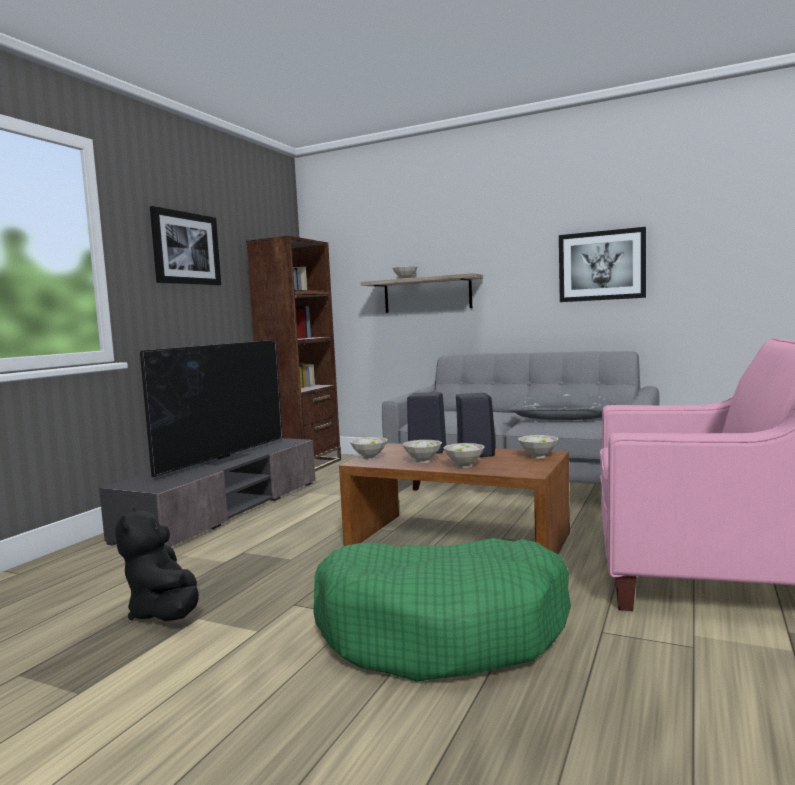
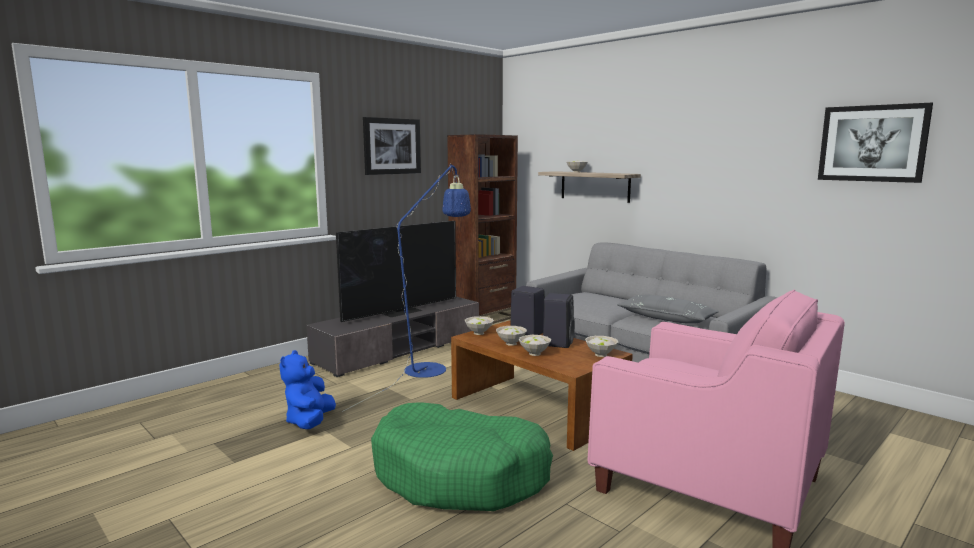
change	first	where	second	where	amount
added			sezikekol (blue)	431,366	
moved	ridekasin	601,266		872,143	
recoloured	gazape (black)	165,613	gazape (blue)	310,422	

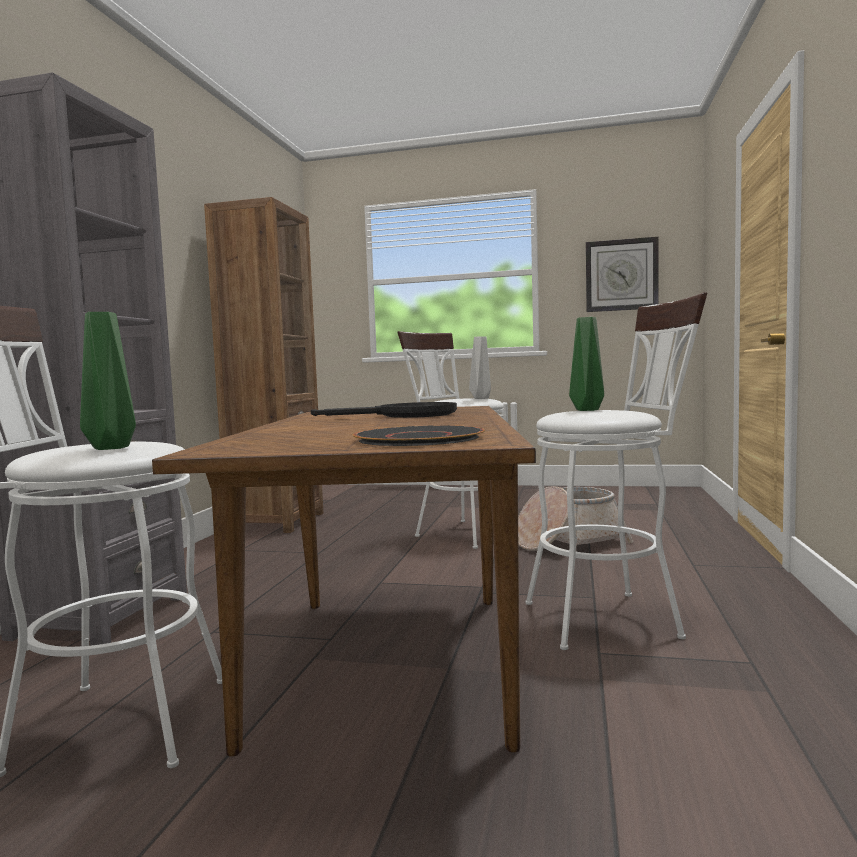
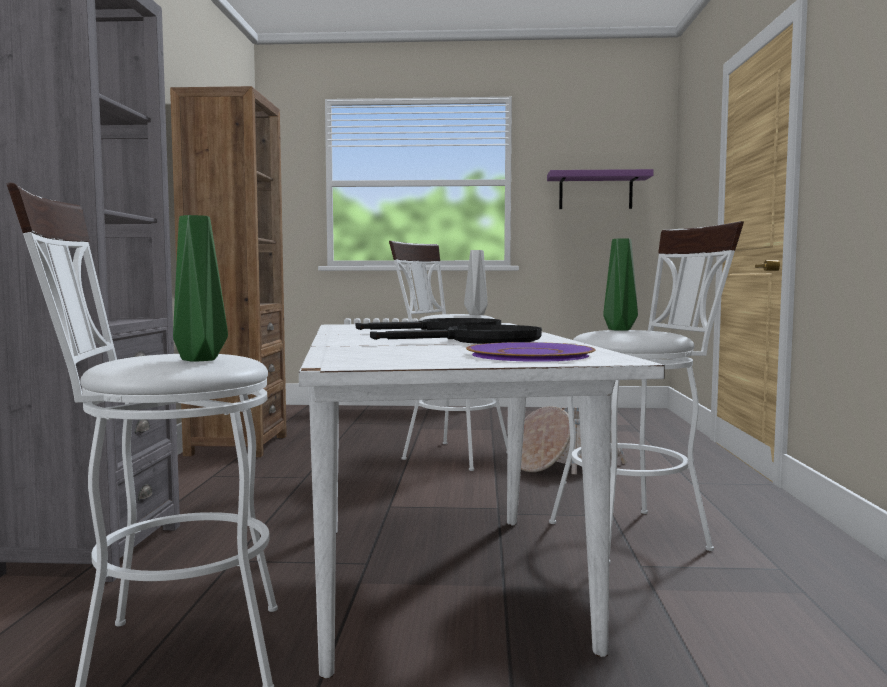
change	first	where	second	where	amount
added			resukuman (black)	481,341	
replaced	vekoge	621,275	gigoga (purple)	595,191	
recoloured	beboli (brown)	390,661	beboli (white)	441,582	
recoloured	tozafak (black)	419,438	tozafak (purple)	530,354	

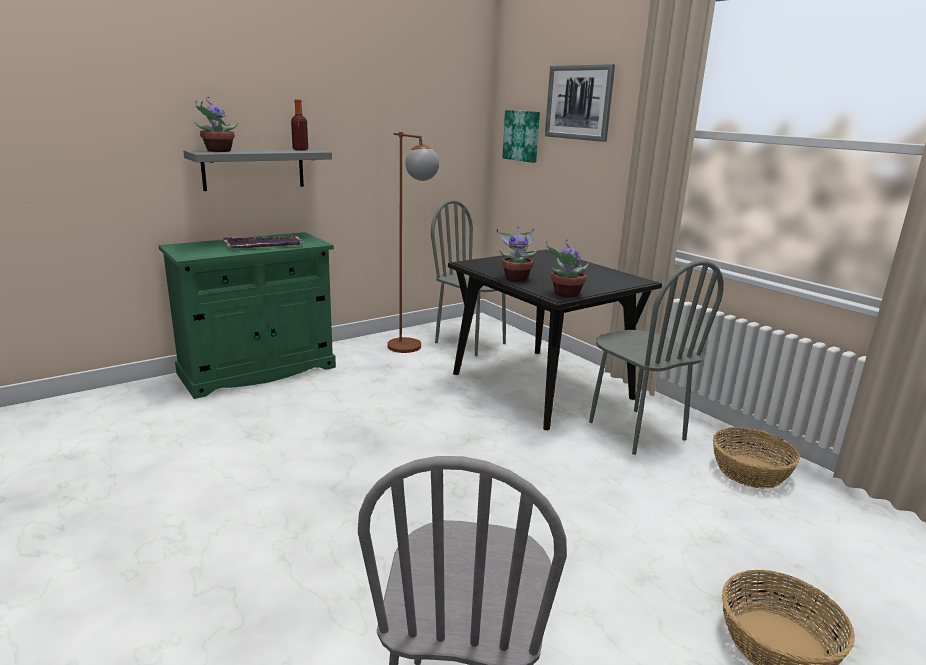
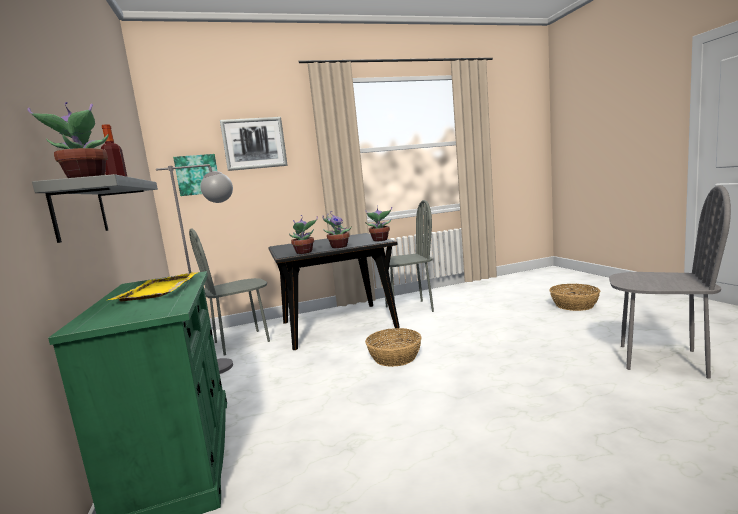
change	first	where	second	where	amount
added			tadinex	304,252	
moved	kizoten	750,471		395,357	
recoloured	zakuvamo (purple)	263,244	zakuvamo (yellow)	158,290	
recoloured	sezikekol (brown)	410,350	sezikekol (grey)	228,365	

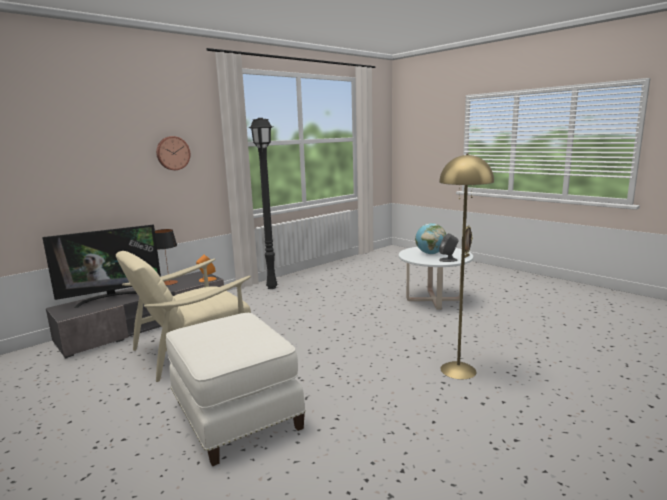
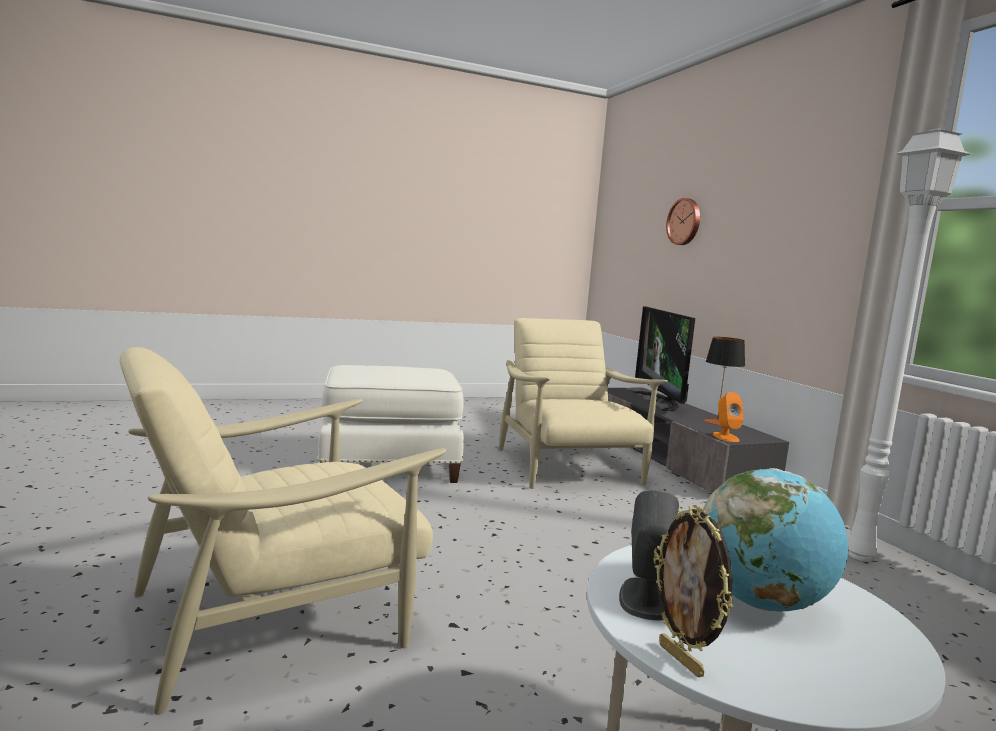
change	first	where	second	where	amount
moved	vekoge	172,153		685,222	
replaced	sezikekol (yellow)	458,370	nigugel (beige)	276,615	
recoloured	sezikekol (black)	272,287	sezikekol (white)	862,556	

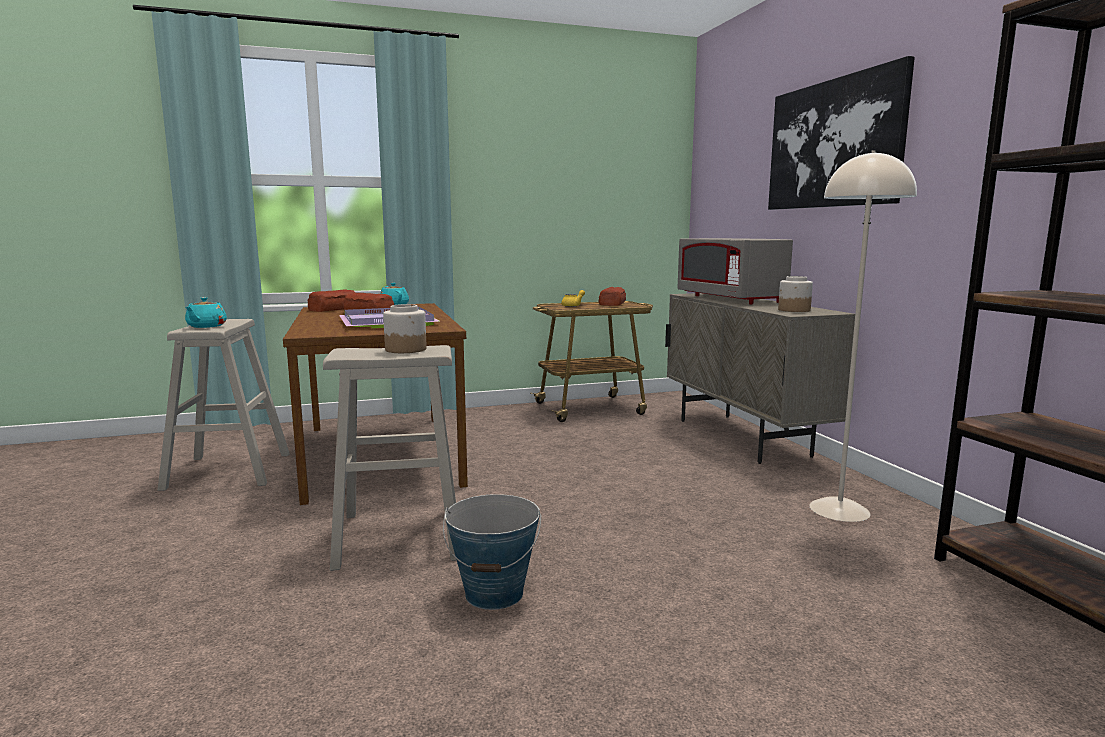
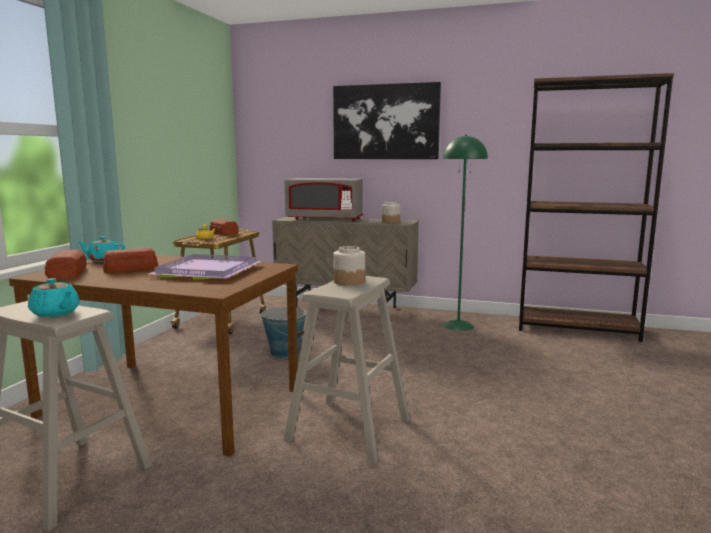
change	first	where	second	where	amount
moved	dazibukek	494,593		285,353	
recoloured	sezikekol (beige)	840,510	sezikekol (green)	458,326	

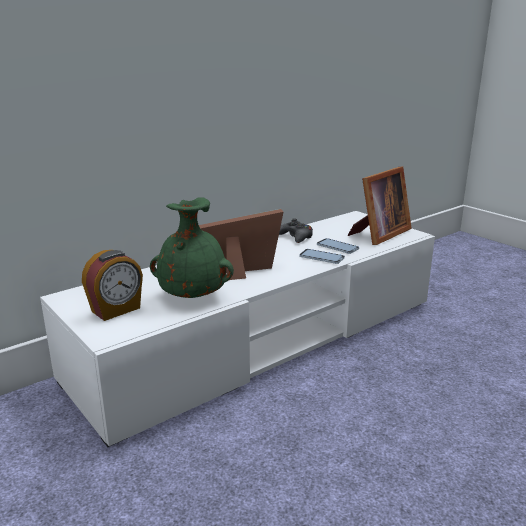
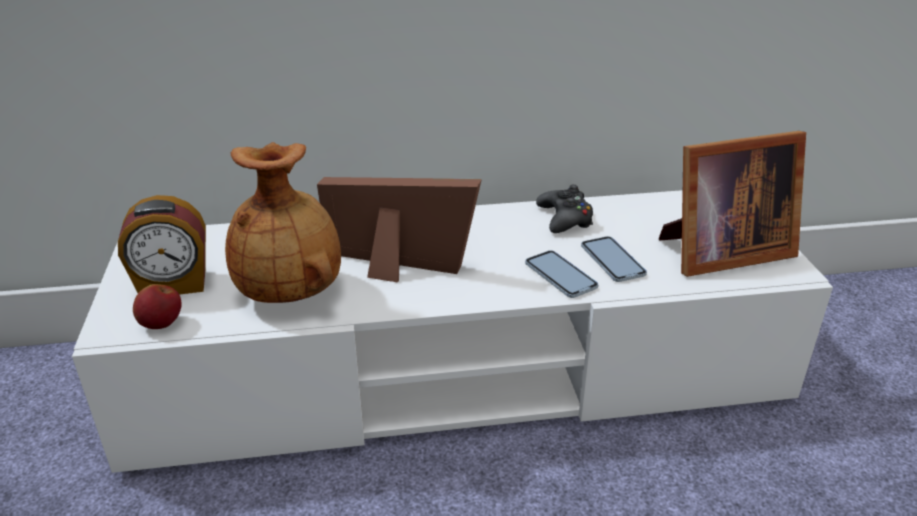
change	first	where	second	where	amount
added			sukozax	161,324	
recoloured	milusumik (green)	193,295	milusumik (brown)	291,292	

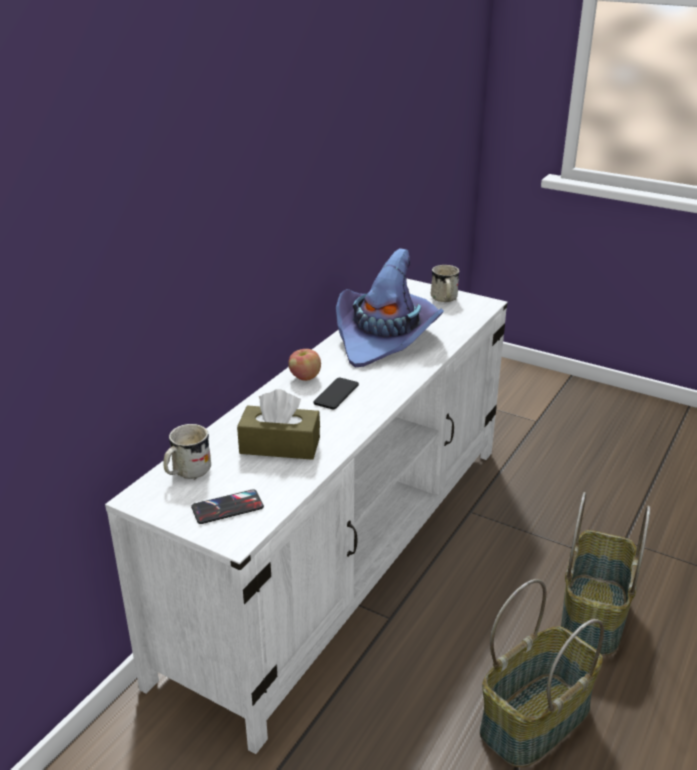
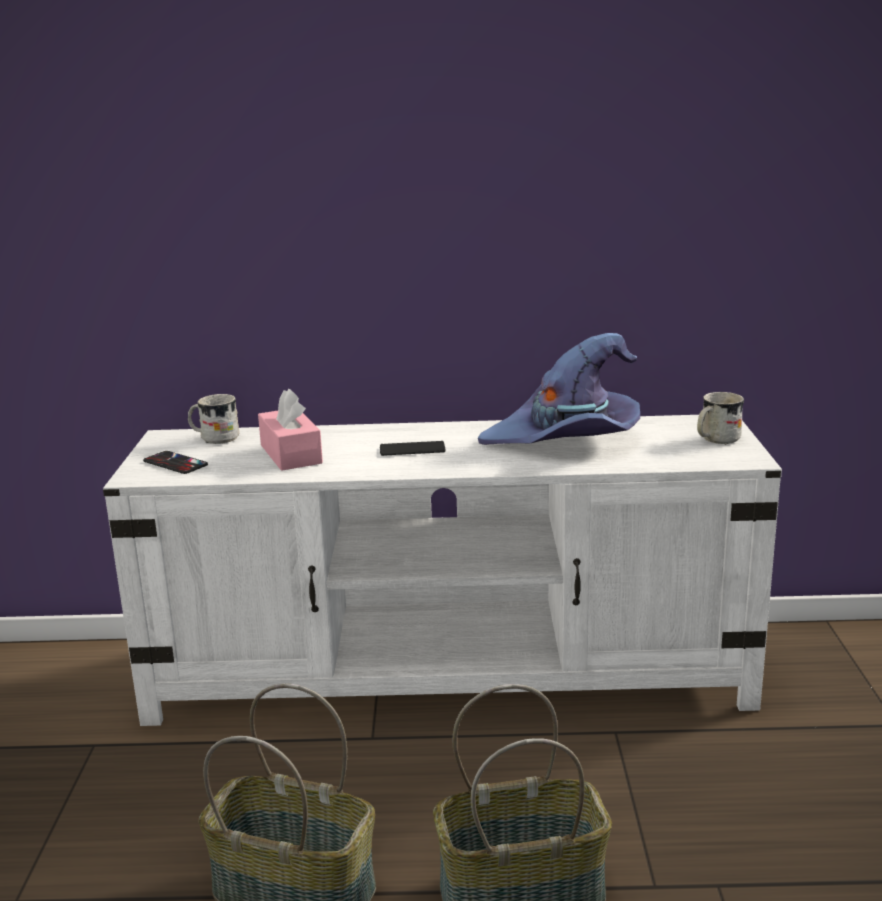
change	first	where	second	where	amount
removed	sukozax	305,377			
recoloured	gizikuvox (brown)	280,445	gizikuvox (pink)	291,454	

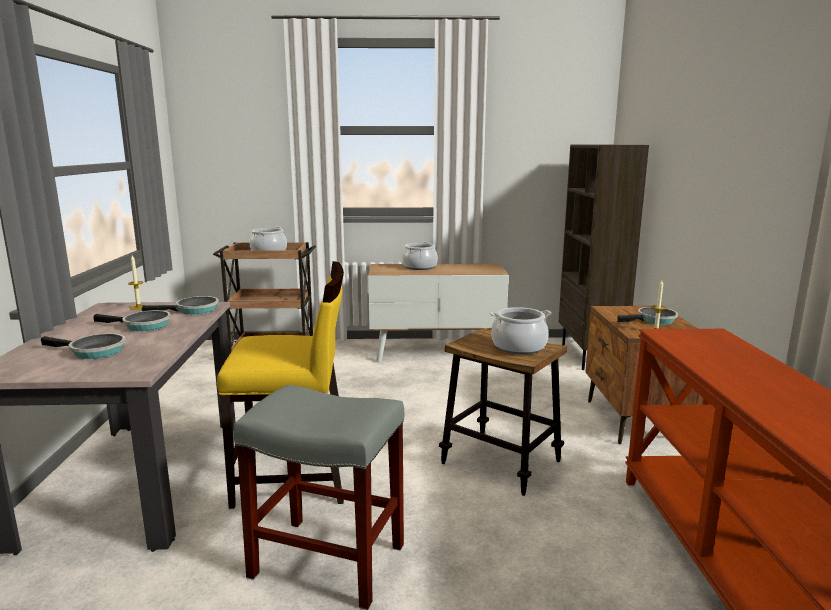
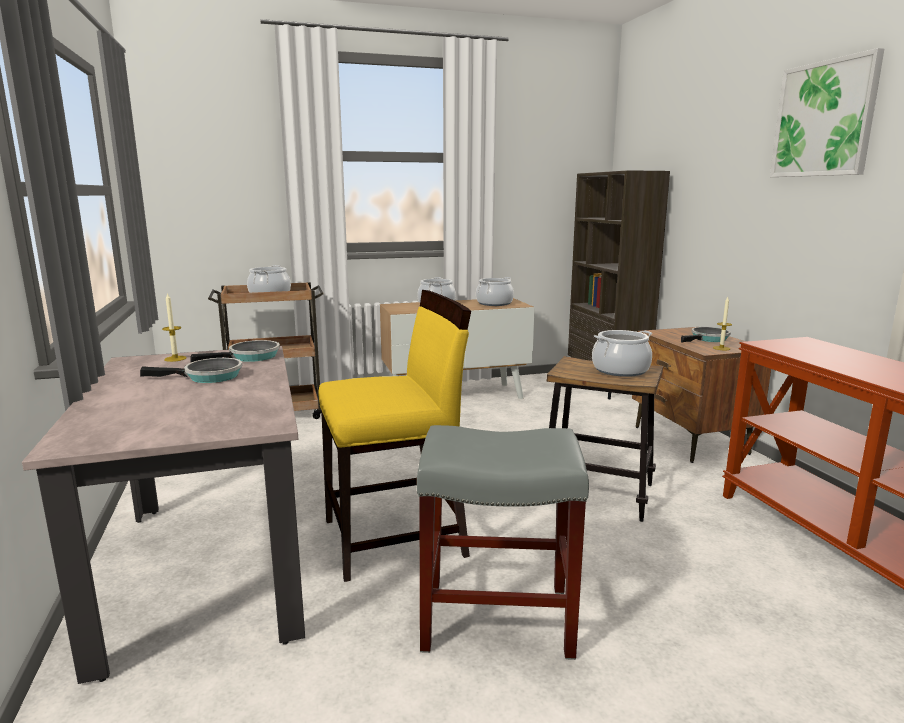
change	first	where	second	where	amount
removed	resukuman	94,352			
added			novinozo	494,303	
added			ridekasin	824,119	

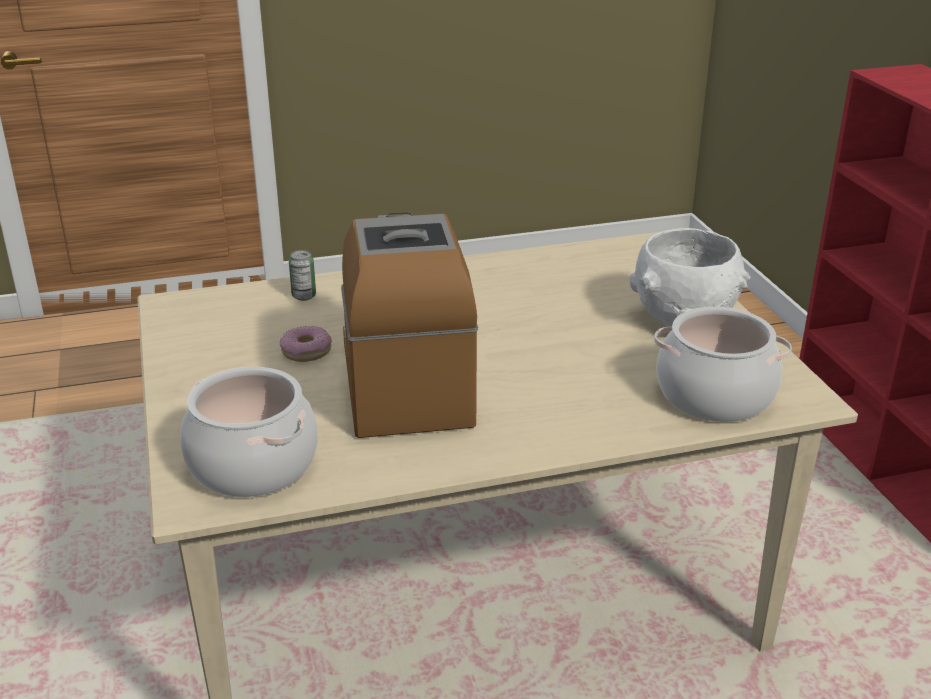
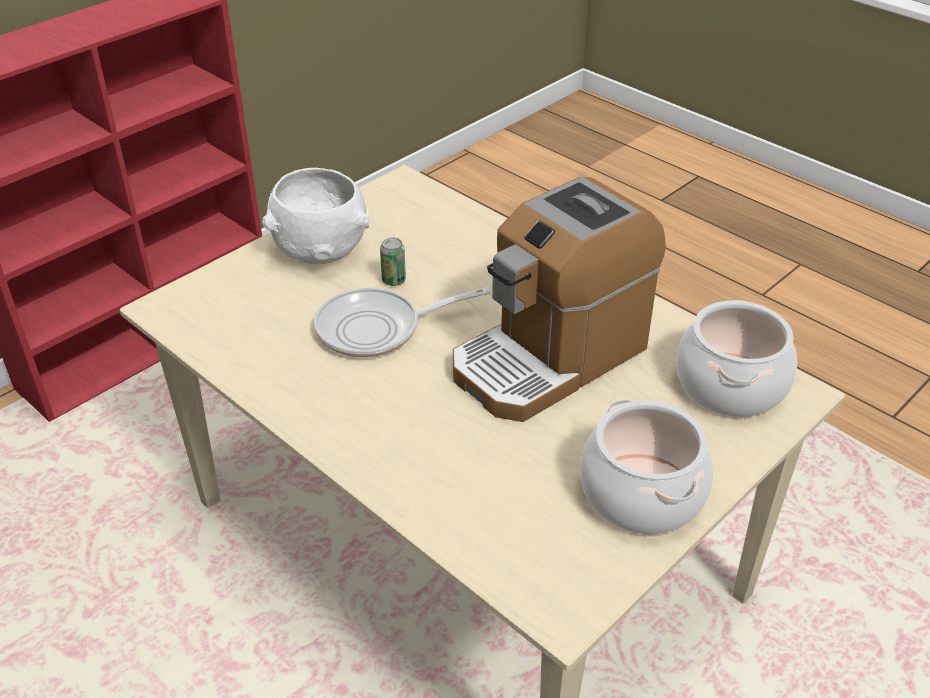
change	first	where	second	where	amount
removed	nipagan	306,351			
added			resukuman	378,329	
moved	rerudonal	304,296		393,280	
moved	novinozo	714,396		643,494	

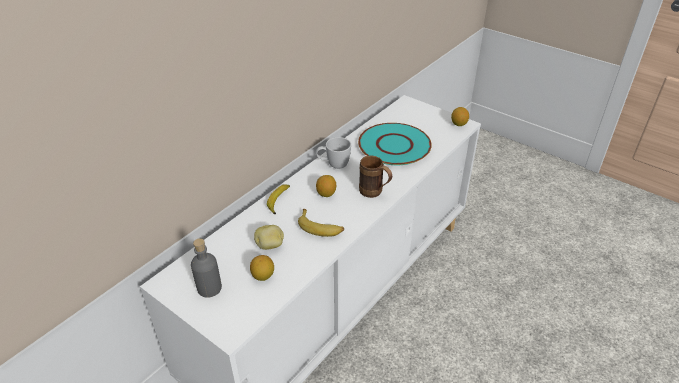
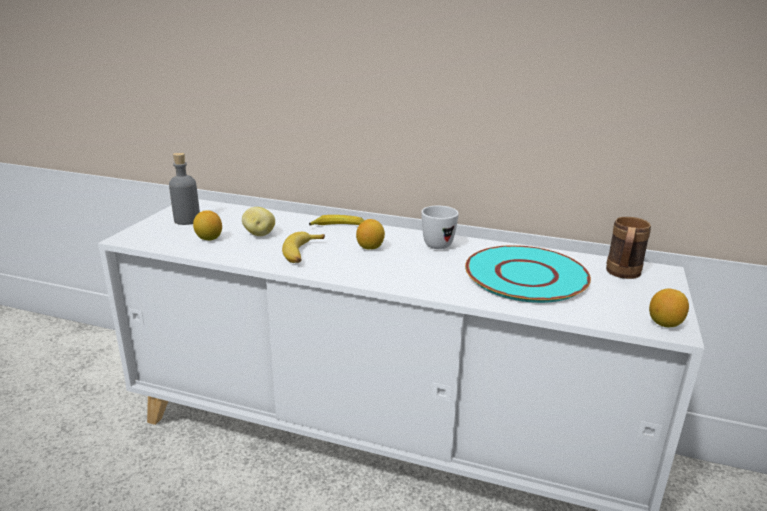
change	first	where	second	where	amount
moved	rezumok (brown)	375,193		622,275	

